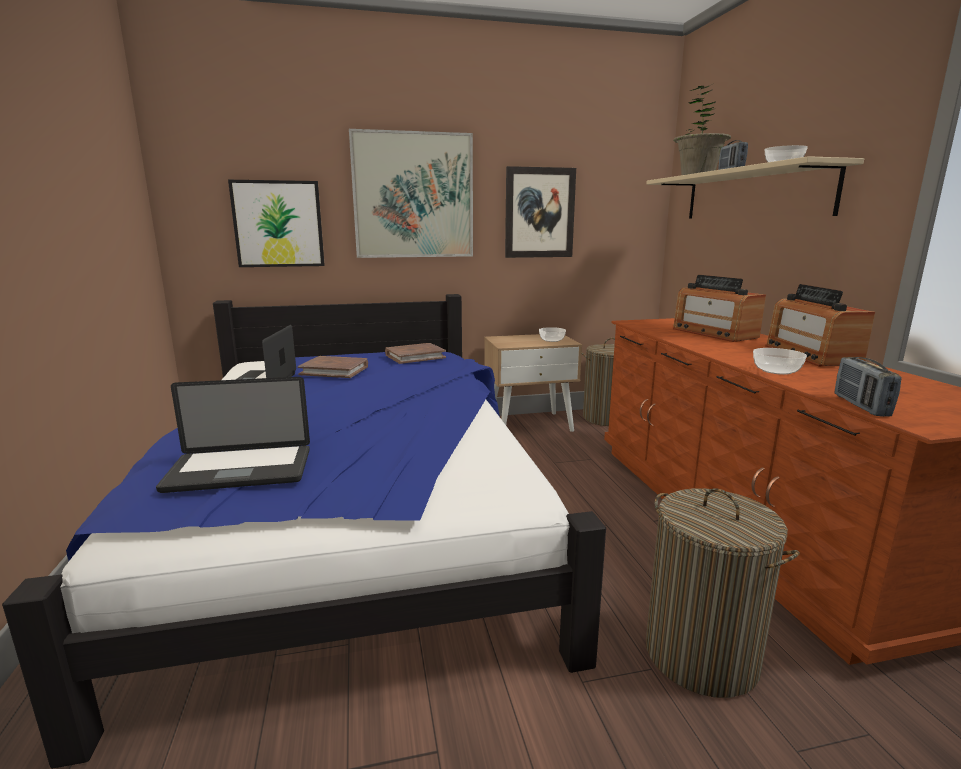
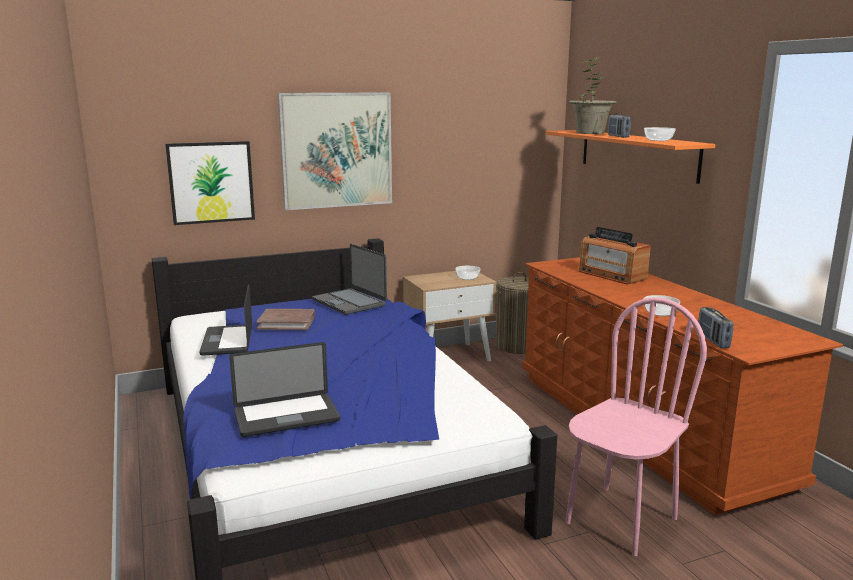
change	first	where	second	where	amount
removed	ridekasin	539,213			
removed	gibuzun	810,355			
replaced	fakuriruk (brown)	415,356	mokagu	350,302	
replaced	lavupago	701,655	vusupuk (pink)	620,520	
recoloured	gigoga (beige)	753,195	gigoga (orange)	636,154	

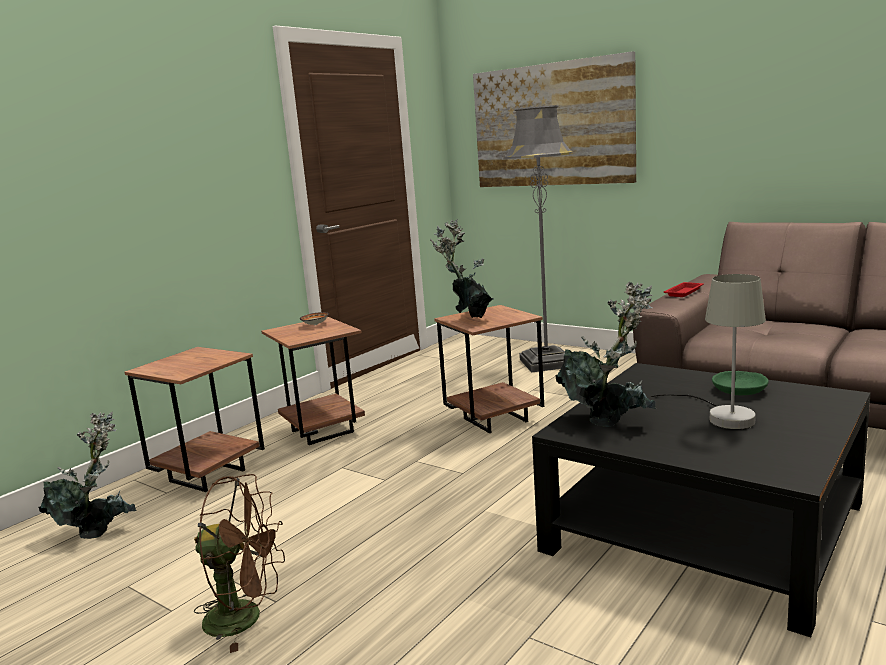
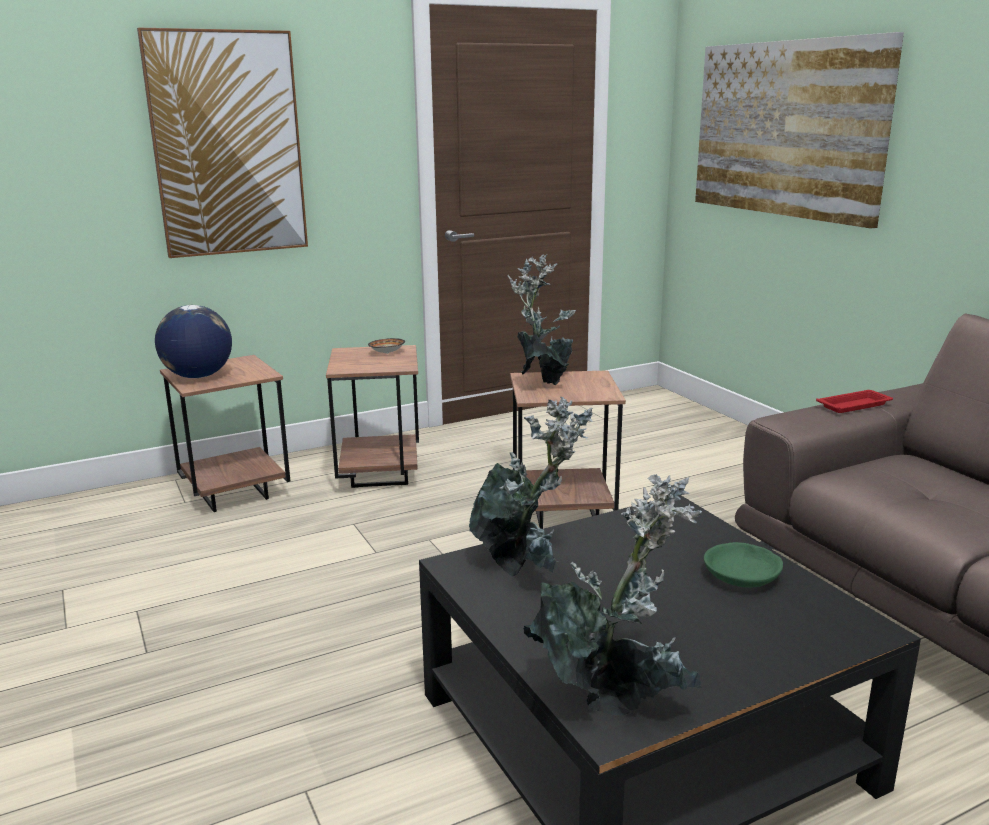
change	first	where	second	where	amount
removed	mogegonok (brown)	246,618			
removed	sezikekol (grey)	547,363			
removed	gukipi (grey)	722,416			
added			ridekasin	227,144	
added			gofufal	198,376	
moved	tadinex	97,530		615,696	

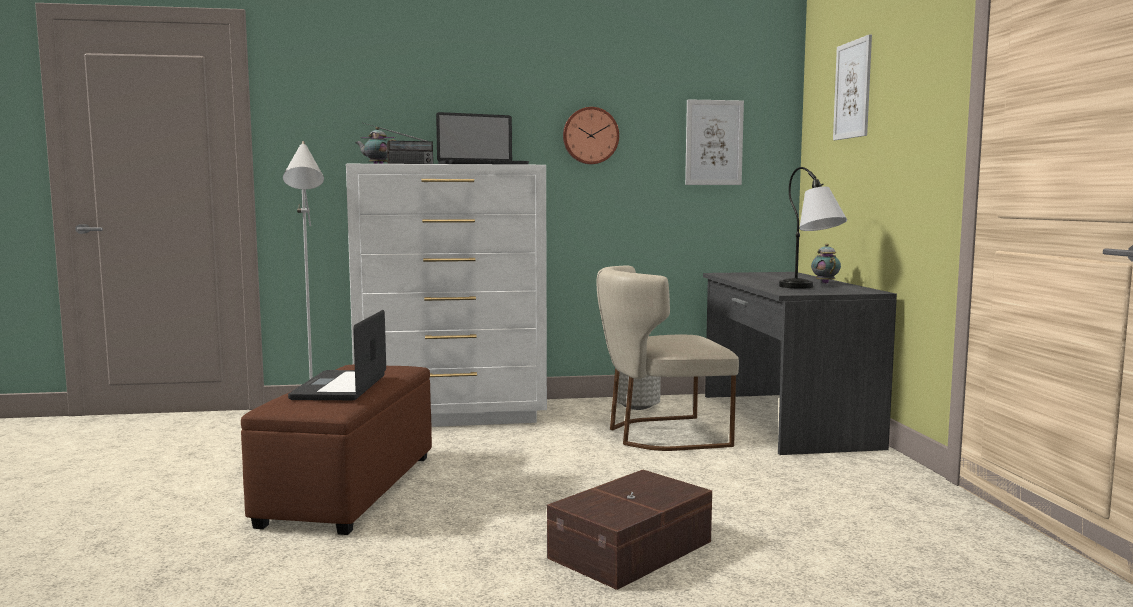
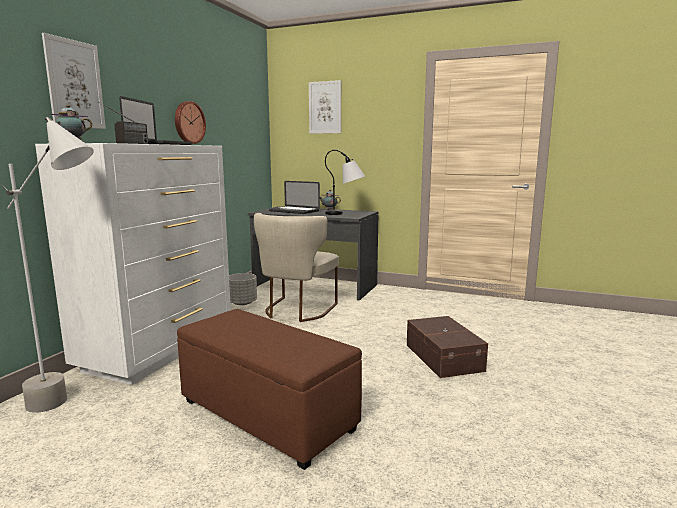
change	first	where	second	where	amount
moved	mokagu	340,387		294,211	
moved	ridekasin	714,142		75,84	

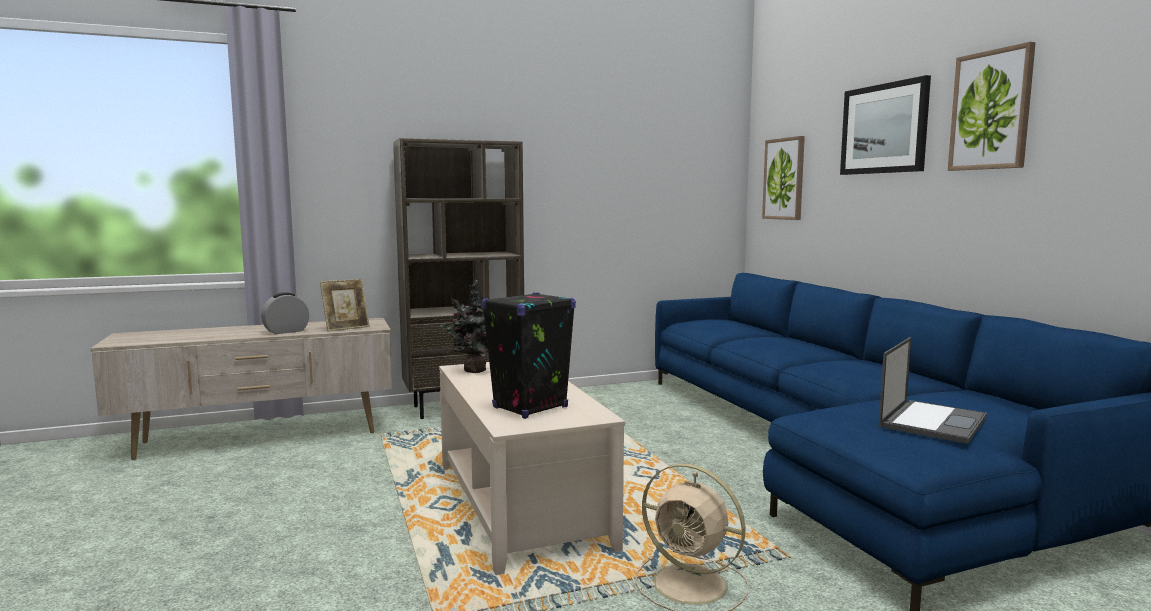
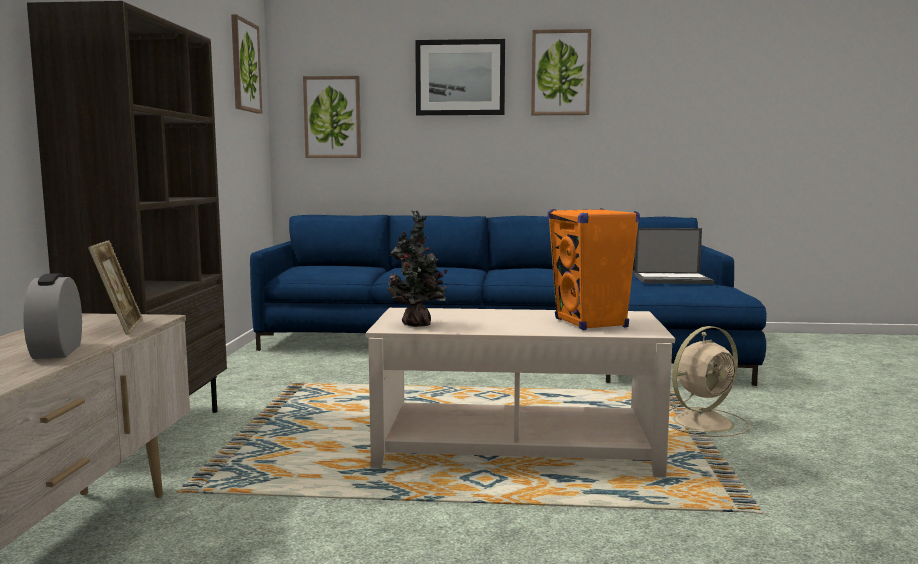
change	first	where	second	where	amount
added			ridekasin	245,66	
recoloured	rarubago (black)	530,408	rarubago (orange)	591,323	
turned	mokagu	932,421		673,279	120 degrees clockwise

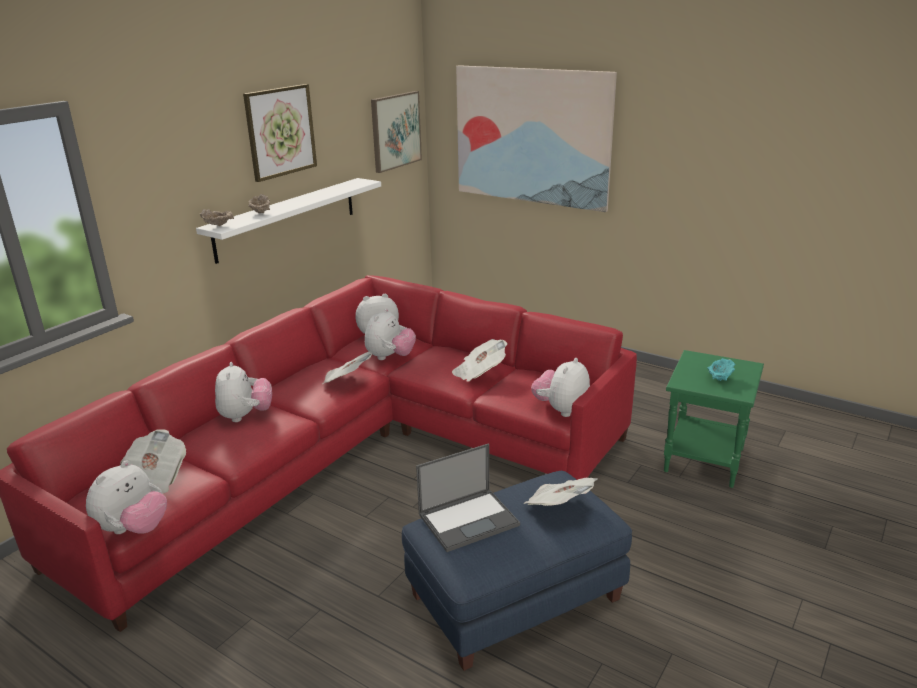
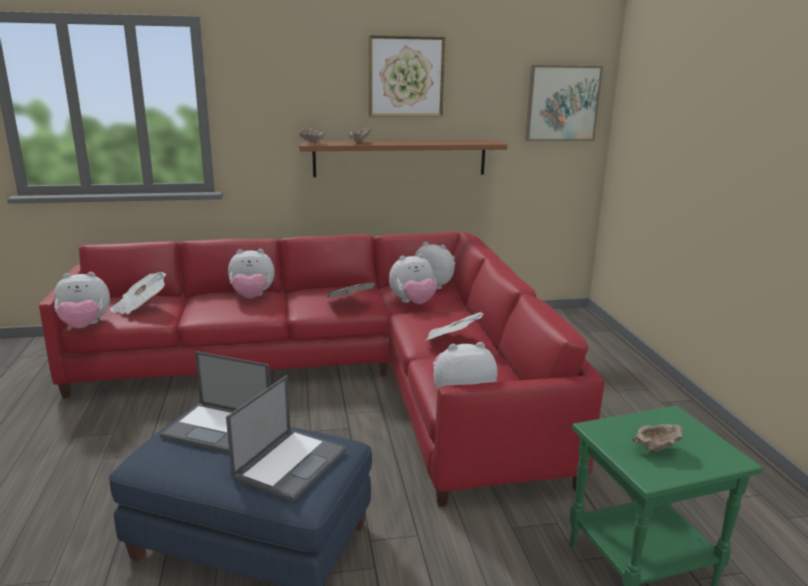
change	first	where	second	where	amount
removed	ridekasin	532,136			
replaced	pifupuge	559,506	mokagu	291,463	
recoloured	gigoga (white)	287,218	gigoga (brown)	400,158	
recoloured	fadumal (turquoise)	719,379	fadumal (beige)	655,449	
turned	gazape	245,416		252,297	45 degrees clockwise

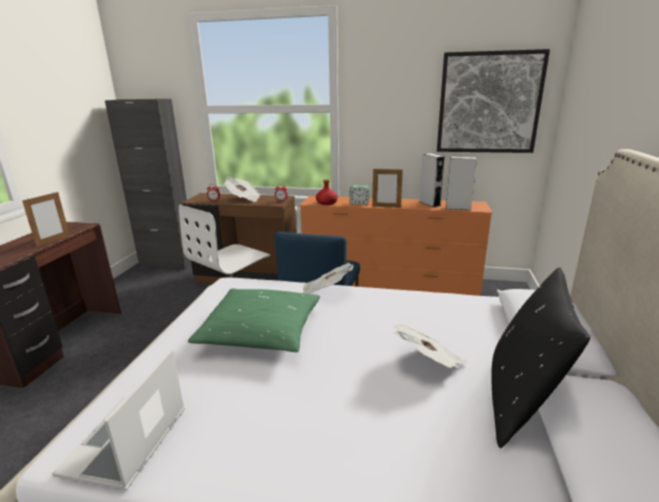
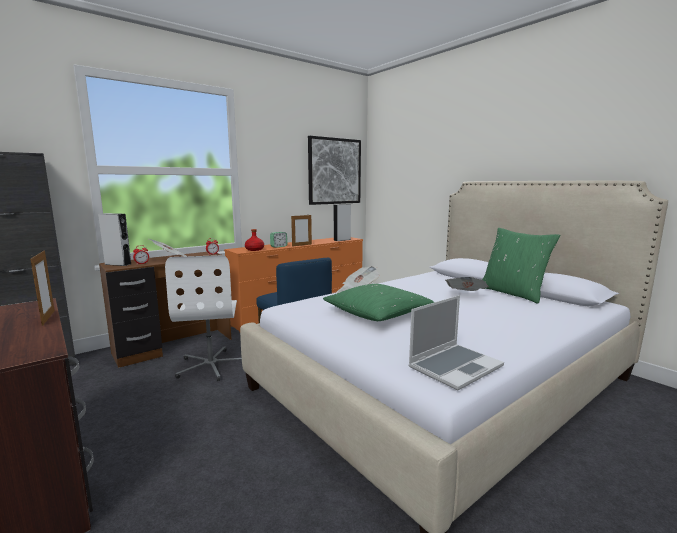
change	first	where	second	where	amount
moved	rarubago (grey)	429,203		118,264	
recoloured	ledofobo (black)	520,402	ledofobo (green)	513,293	
turned	mokagu	126,443		455,366	90 degrees counterclockwise

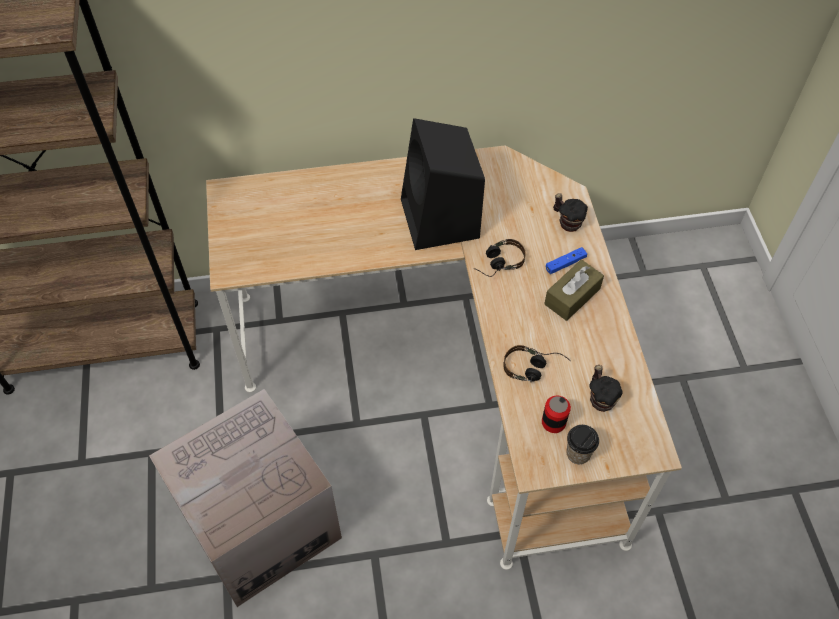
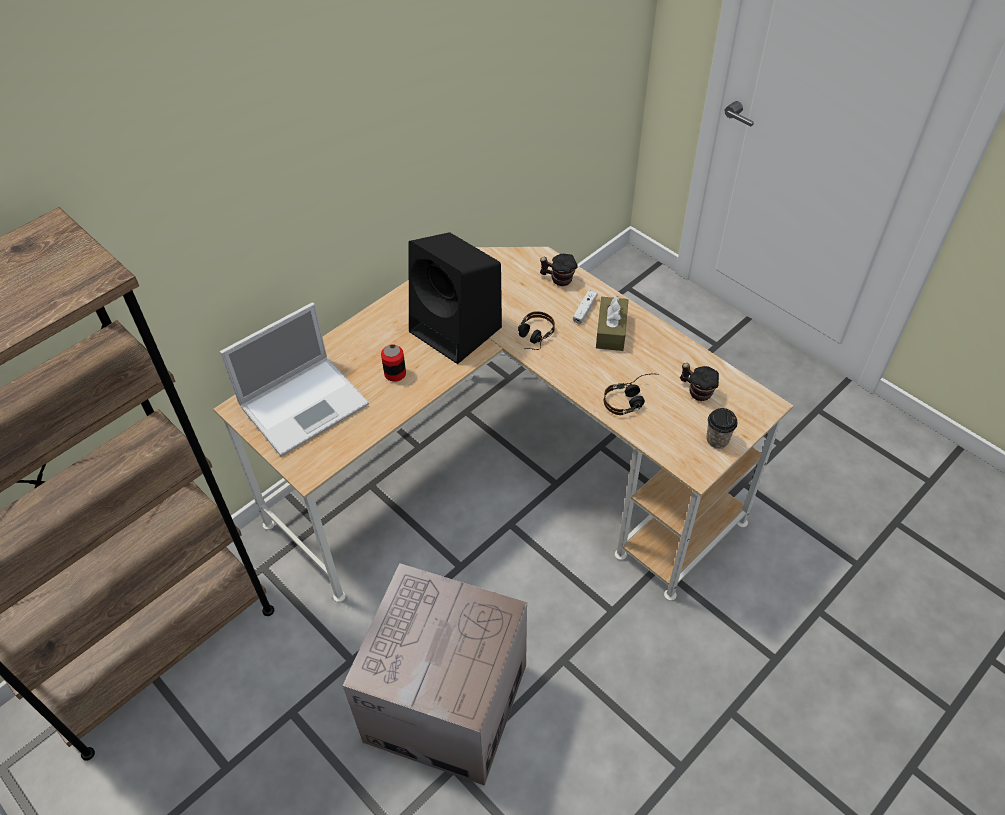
change	first	where	second	where	amount
added			mokagu	306,403	
moved	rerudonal	553,422		395,374	
recoloured	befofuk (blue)	565,264	befofuk (white)	584,310	

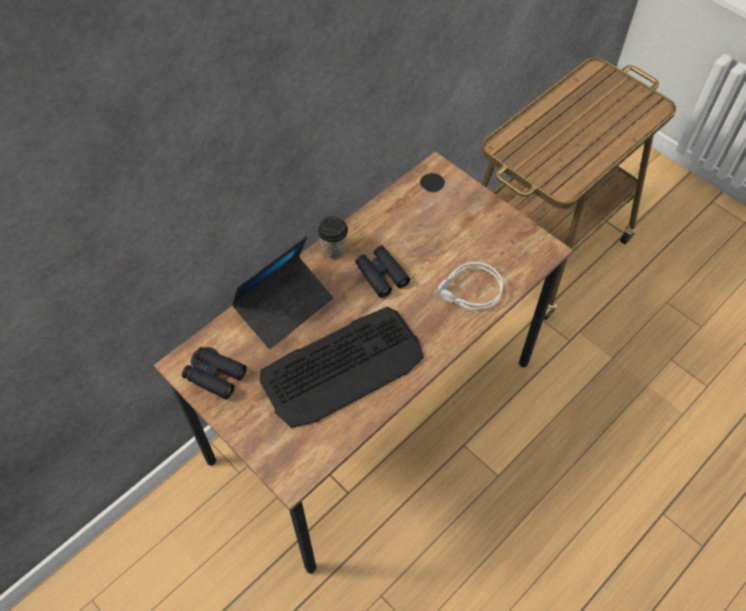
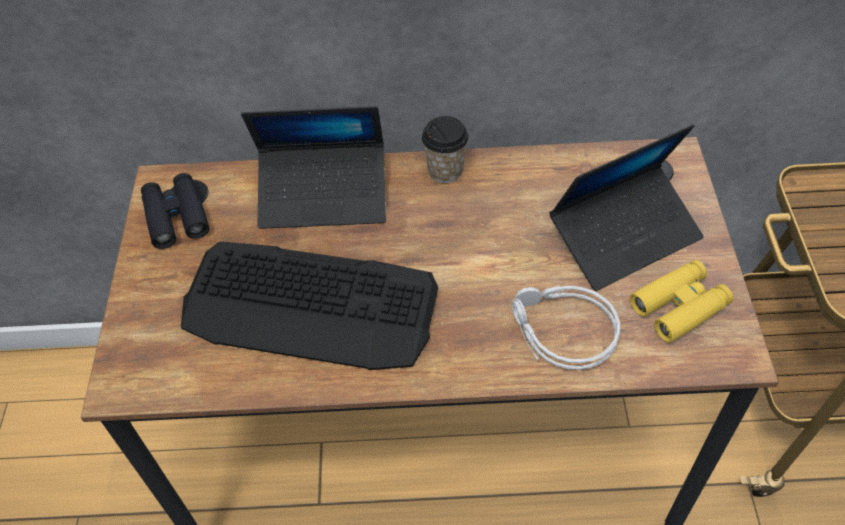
change	first	where	second	where	amount
removed	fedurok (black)	381,275			
added			mokagu	624,235	
added			fedurok (yellow)	679,306	

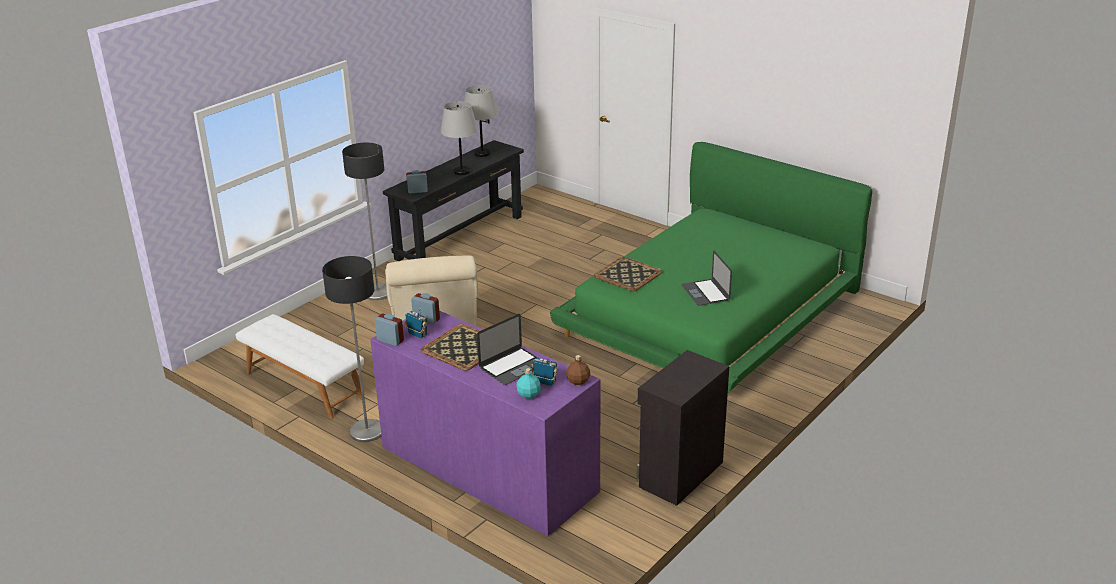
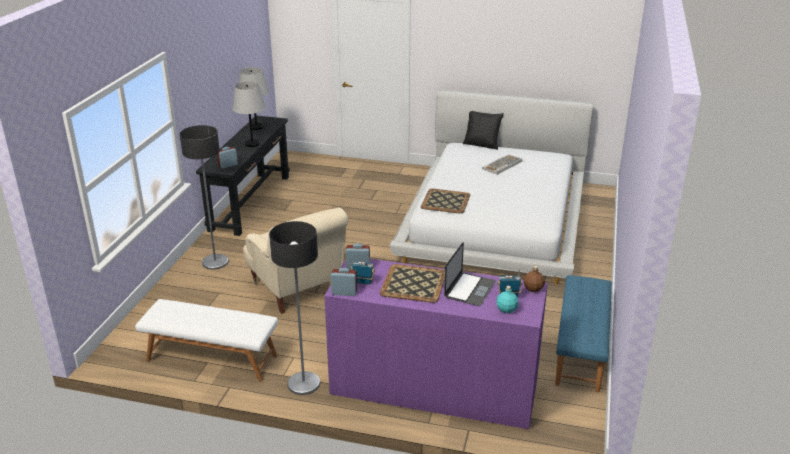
change	first	where	second	where	amount
removed	mokagu	705,292			
added			ledofobo (black)	482,144	
added			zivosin	502,165	
replaced	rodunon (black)	679,474	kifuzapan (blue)	581,349	
recoloured	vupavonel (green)	711,310	vupavonel (white)	495,219	

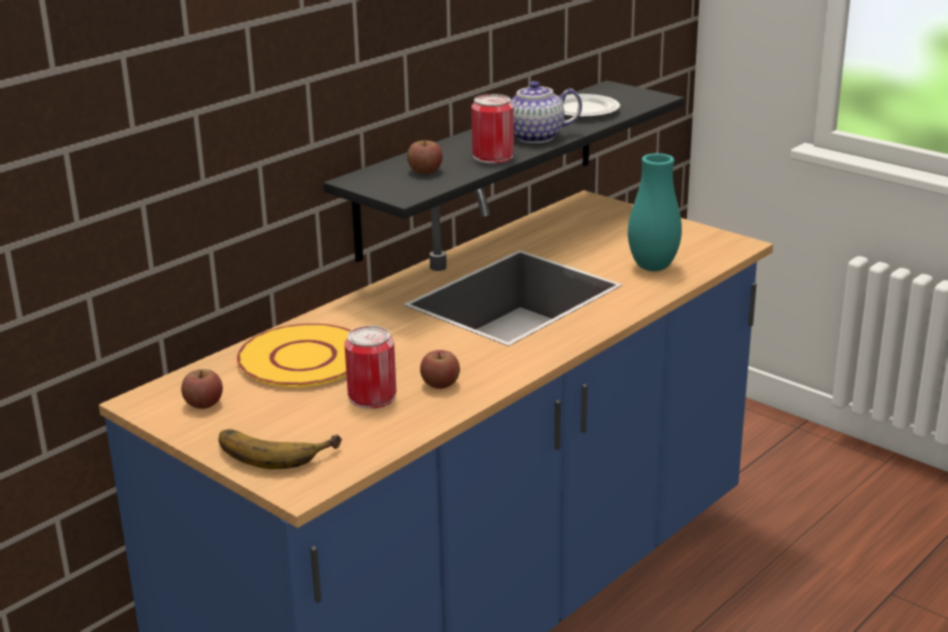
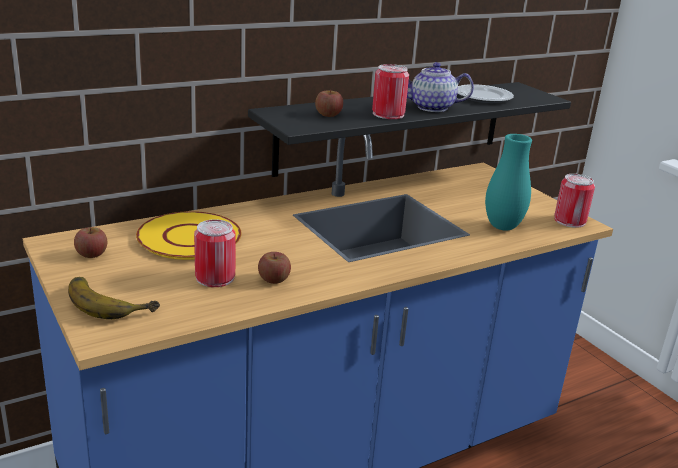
change	first	where	second	where	amount
added			rerudonal	569,221	

